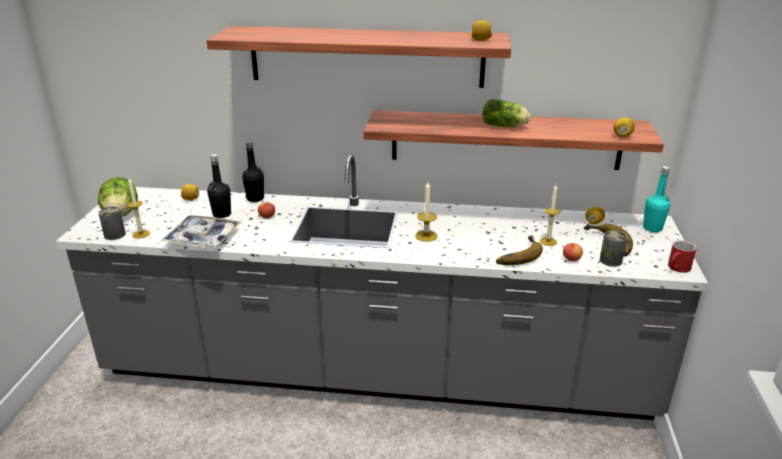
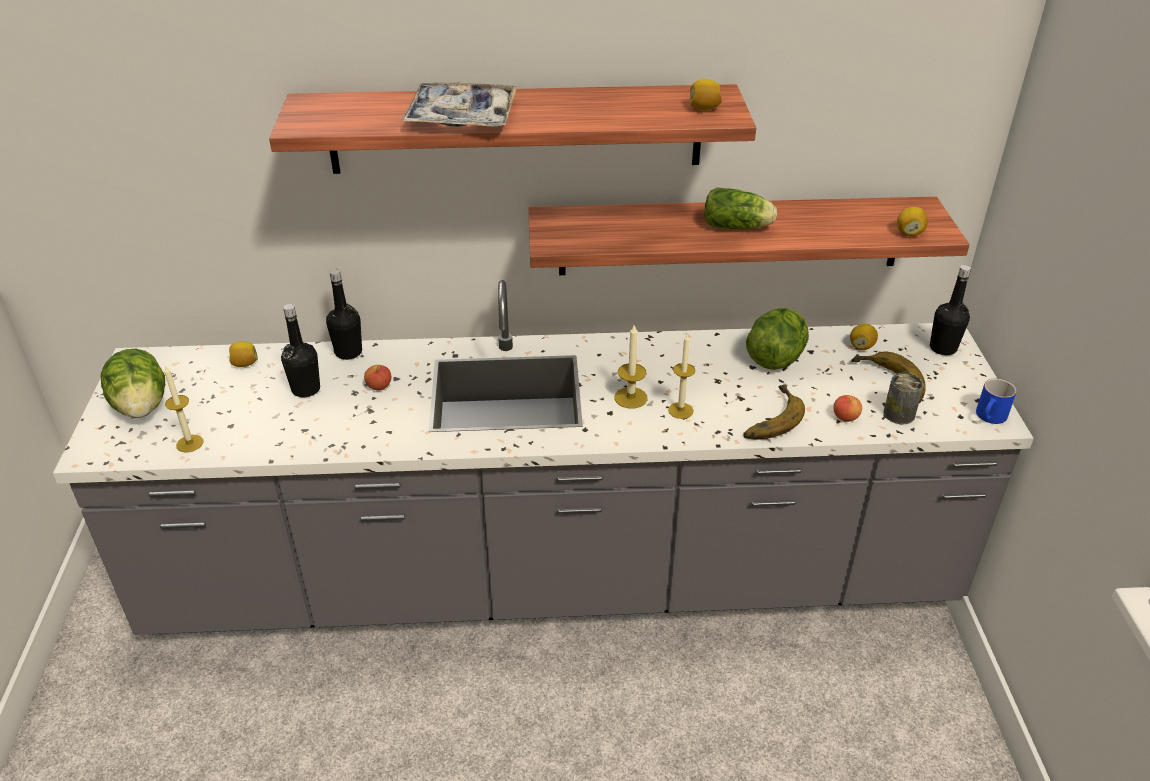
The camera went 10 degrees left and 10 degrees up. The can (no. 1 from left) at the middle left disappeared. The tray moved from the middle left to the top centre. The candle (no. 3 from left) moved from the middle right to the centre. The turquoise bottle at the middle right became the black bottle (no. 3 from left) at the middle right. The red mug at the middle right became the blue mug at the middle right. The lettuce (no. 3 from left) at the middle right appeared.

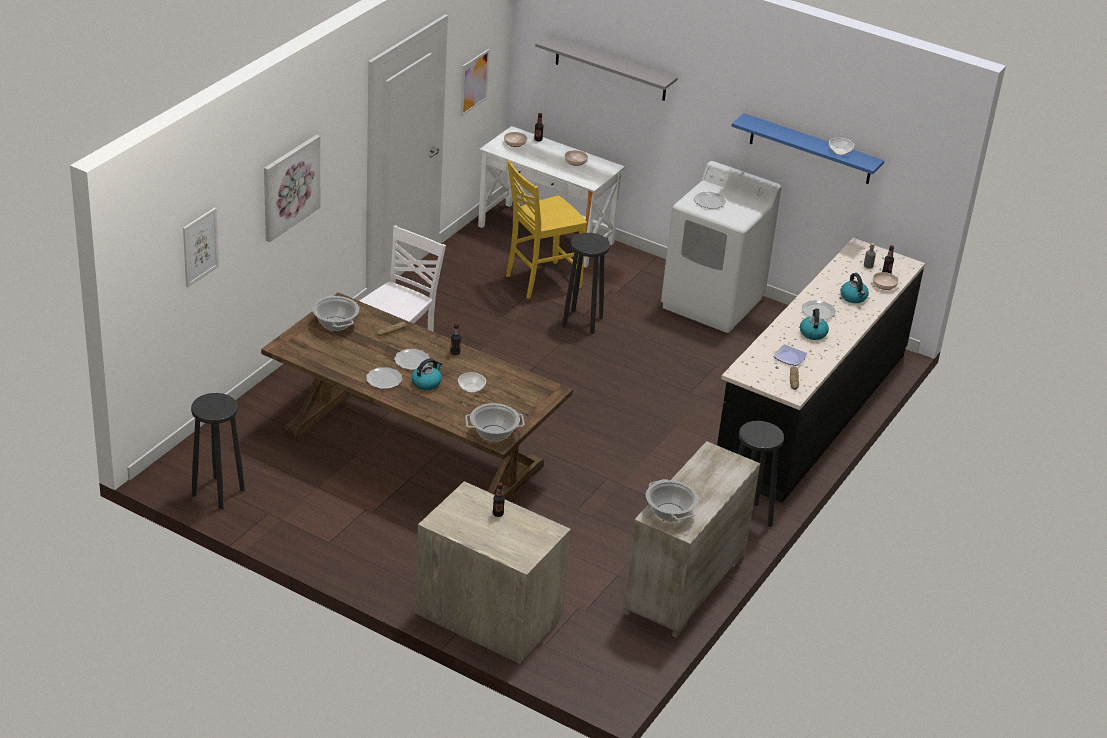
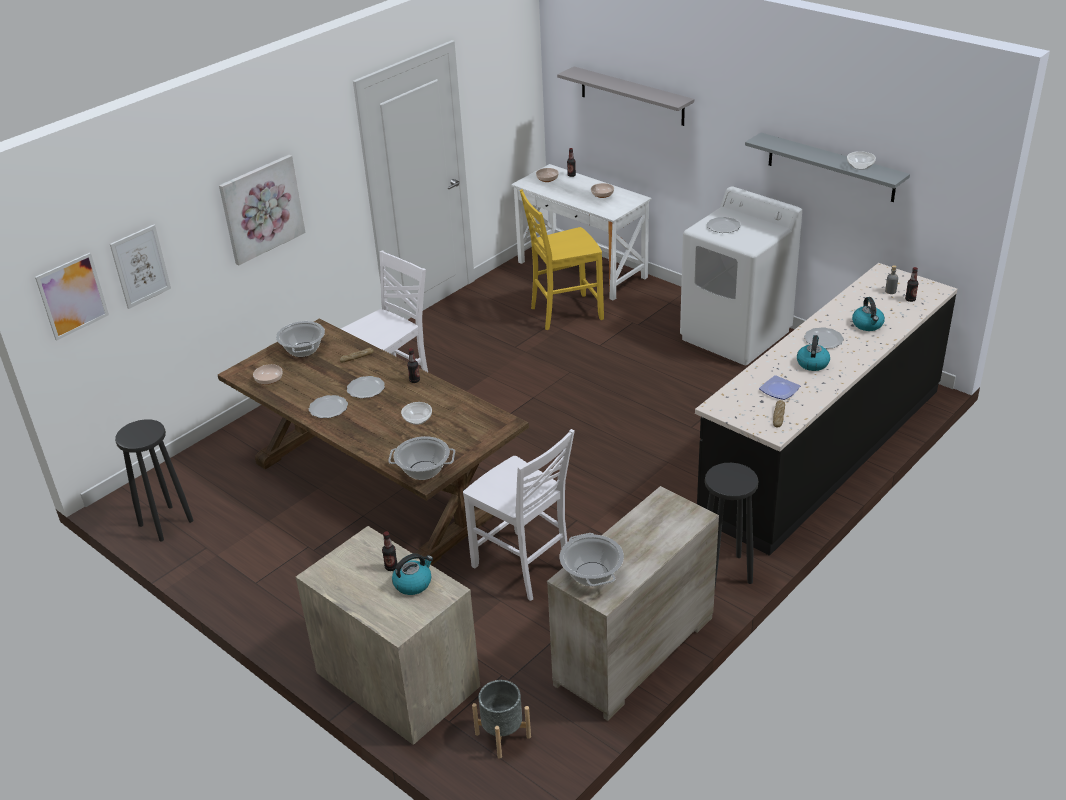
The camera went 15 degrees right and 0 degrees up. The kettle (no. 1 from left) moved from the centre to the bottom centre. The picture (no. 3 from left in the first image) moved from the top centre to the middle left. The black stool (no. 2 from left) at the centre disappeared. The blue shelf at the top right became the grey shelf (no. 2 from left) at the top right. The bowl (no. 5 from left in the first image) moved from the middle right to the middle left. The white chair (no. 2 from left) at the centre appeared. The grey planter at the bottom centre appeared.

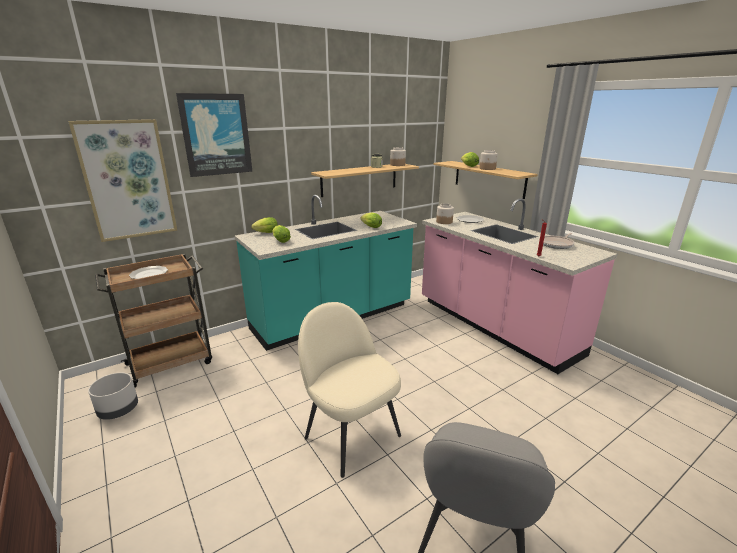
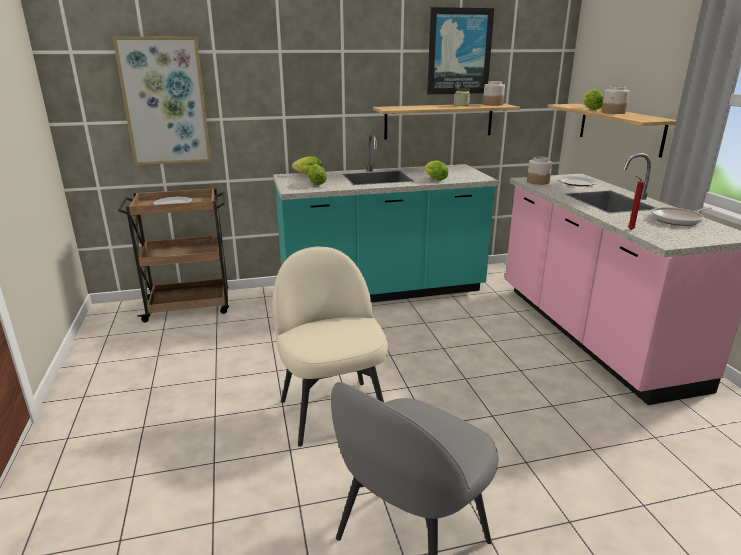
The camera went 20 degrees right and 0 degrees up. The grey planter at the bottom left disappeared. The picture (no. 2 from left) moved from the top left to the top centre.

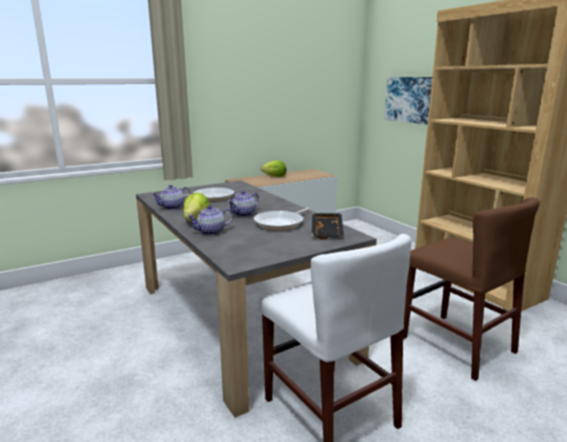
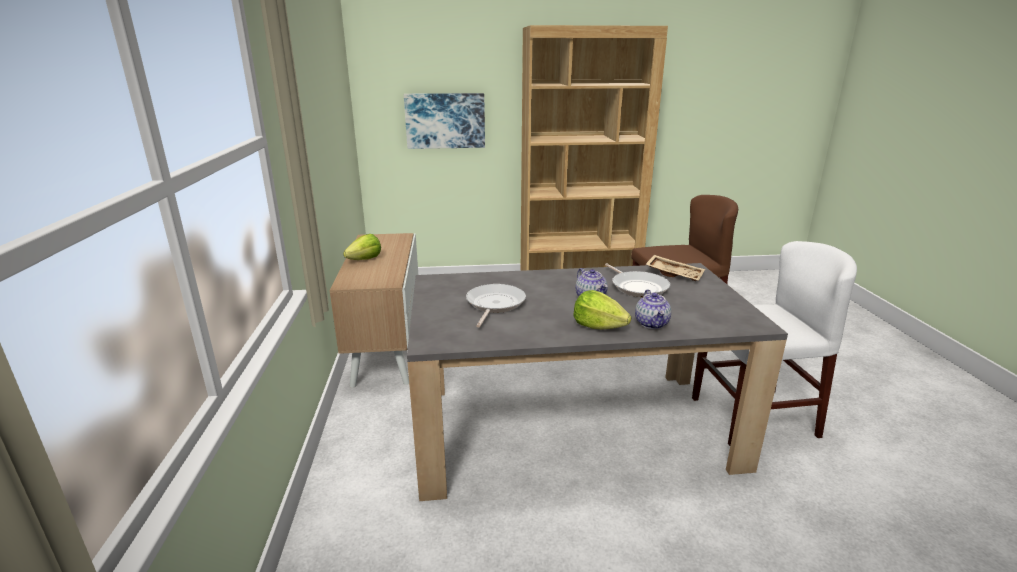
The camera went 65 degrees left and 5 degrees up. The teapot (no. 1 from left) at the middle left disappeared. The black tray at the centre became the beige tray at the centre.

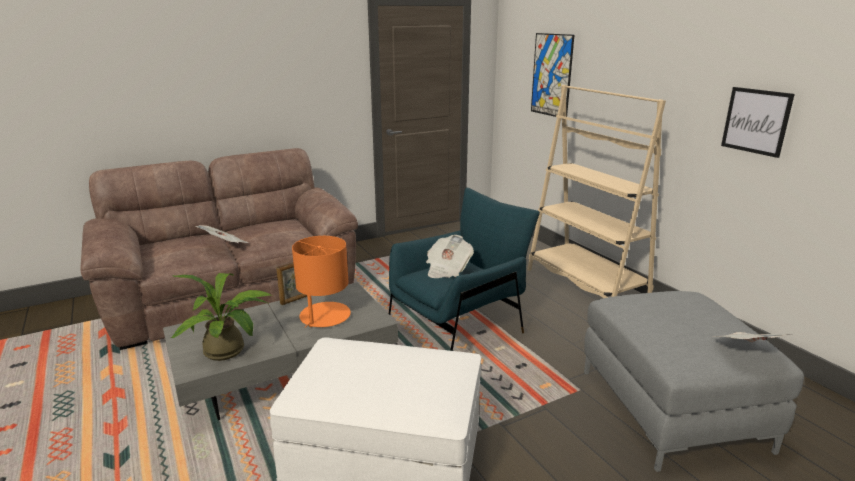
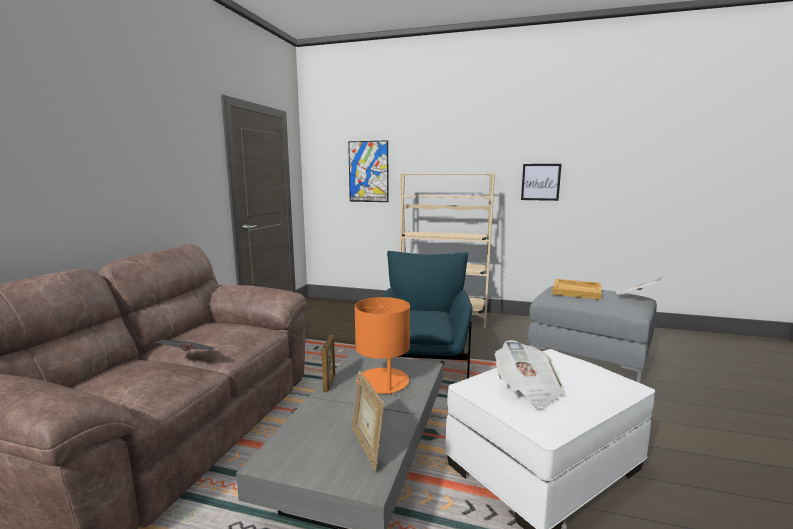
The camera went 45 degrees left and 10 degrees down. The potted plant at the middle left was replaced by the picture frame (no. 2 from left) at the bottom centre. The newspaper (no. 2 from left) moved from the centre to the bottom right. The beige tray at the middle right appeared.

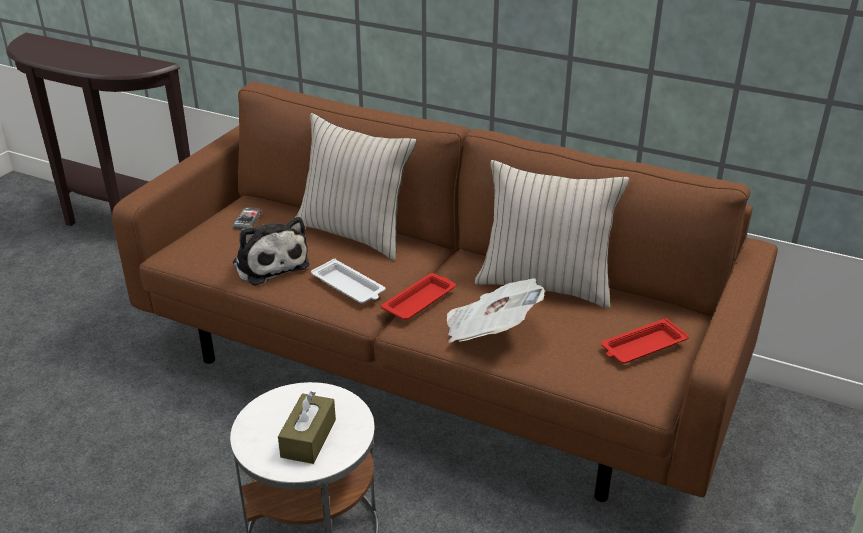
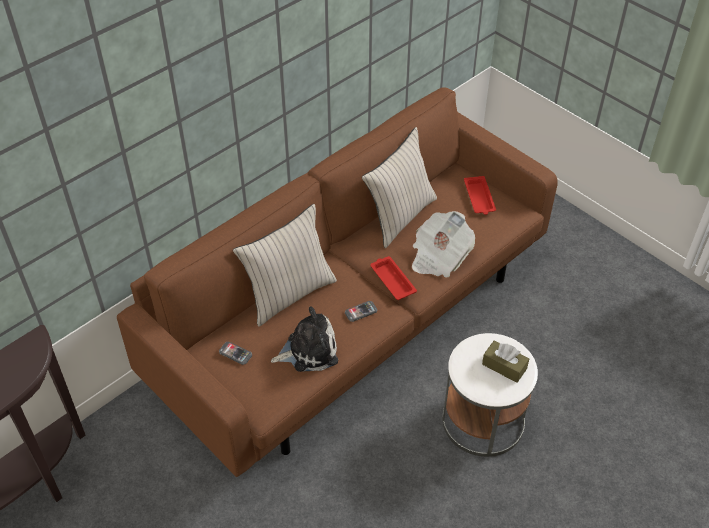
The camera went 70 degrees left and 15 degrees up. The white tray at the centre was replaced by the phone (no. 2 from left) at the centre.

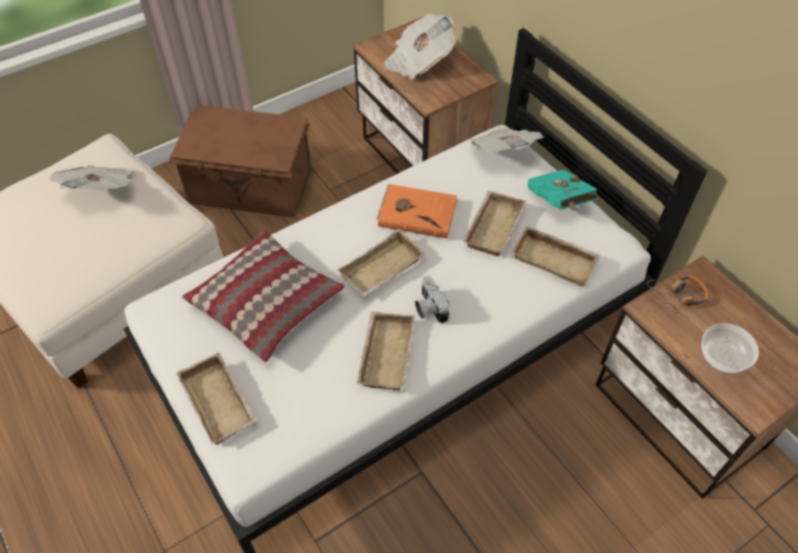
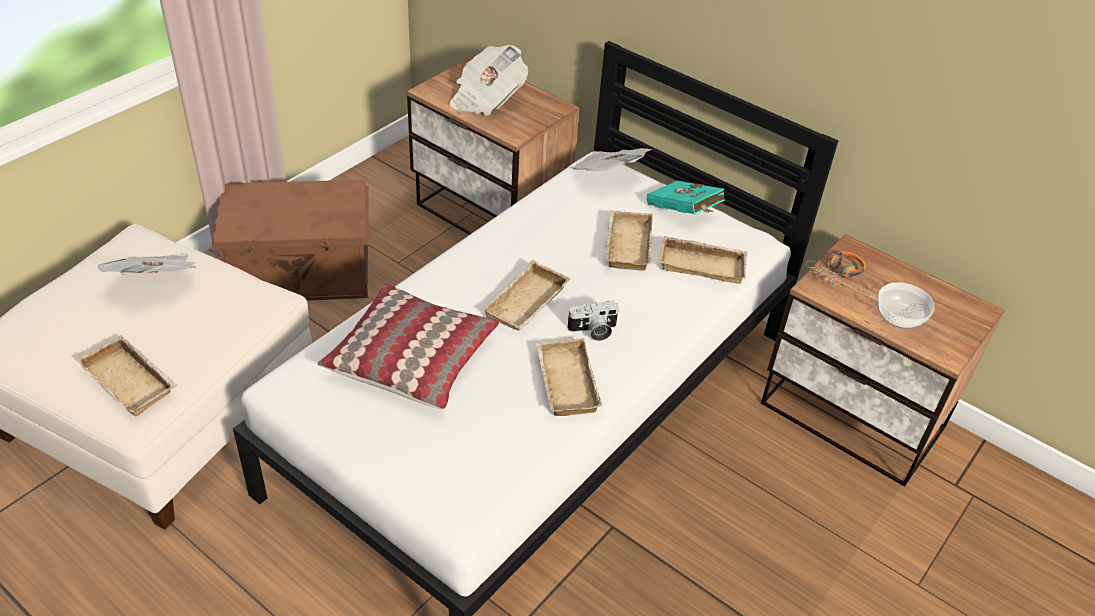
The camera went 20 degrees left and 10 degrees down. The beige tray (no. 1 from left) moved from the bottom left to the middle left. The orange book at the centre disappeared. The photo camera at the centre turned 60 degrees counterclockwise.

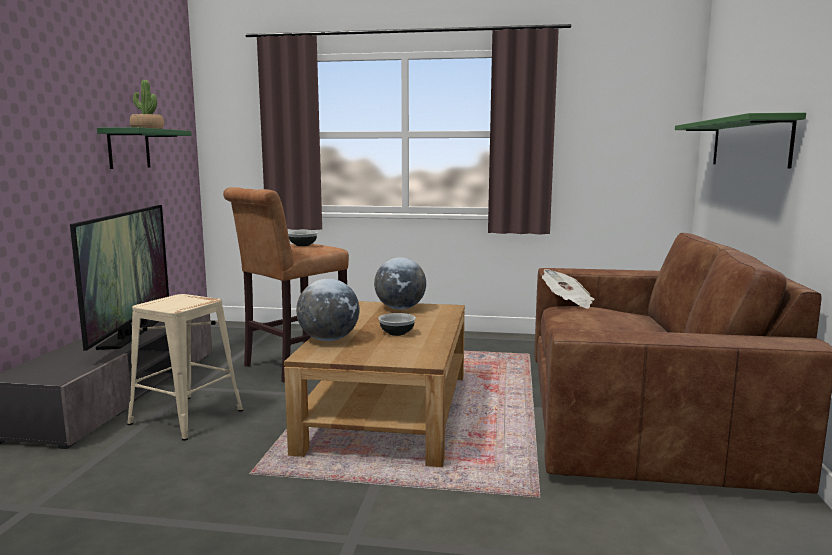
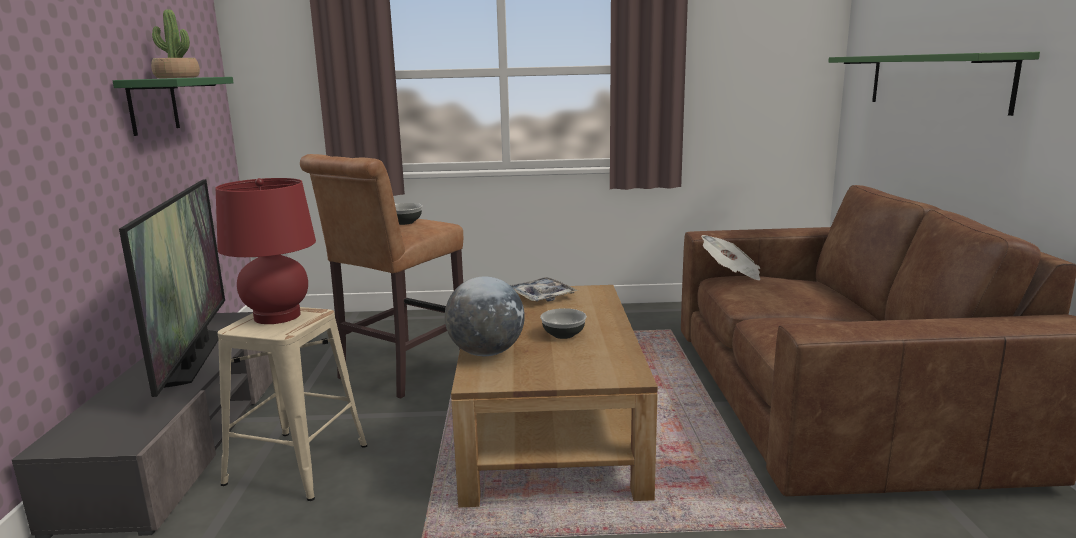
The camera went 10 degrees left and 5 degrees up. The globe (no. 2 from left) at the centre was replaced by the tray at the centre. The red table lamp at the middle left appeared.

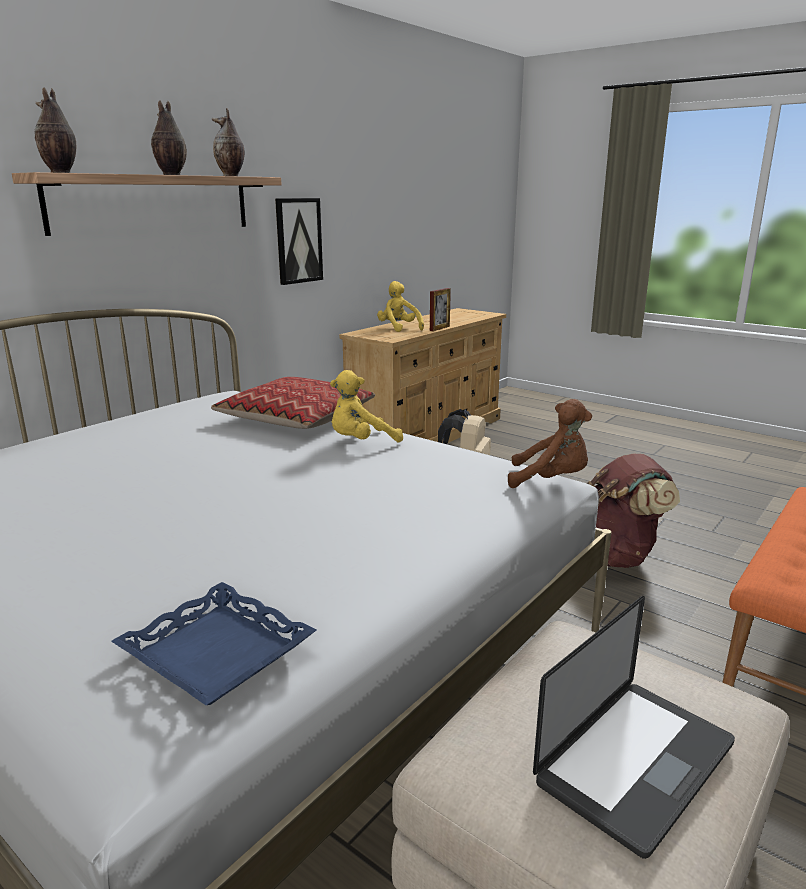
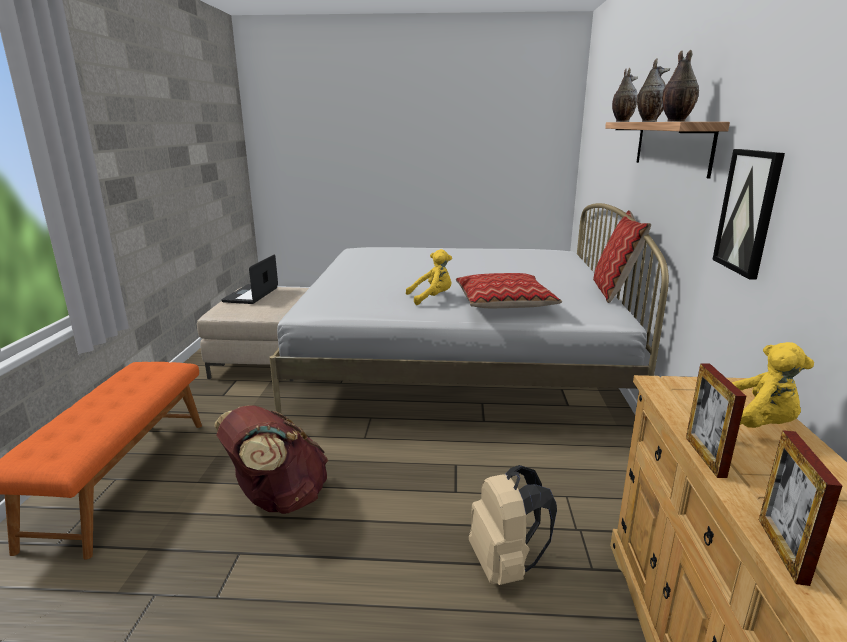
The camera went 145 degrees right and 0 degrees up. The blue tray at the bottom left disappeared. The yellow plush toy (no. 1 from left) at the centre turned 45 degrees clockwise. The brown plush toy at the middle right disappeared. The pillow (no. 2 from left) at the middle right appeared. The picture frame (no. 2 from left) at the bottom right appeared.

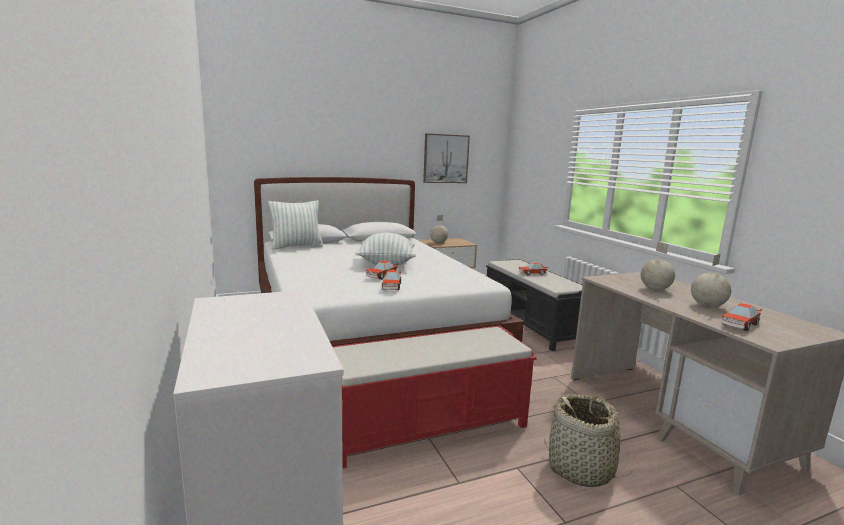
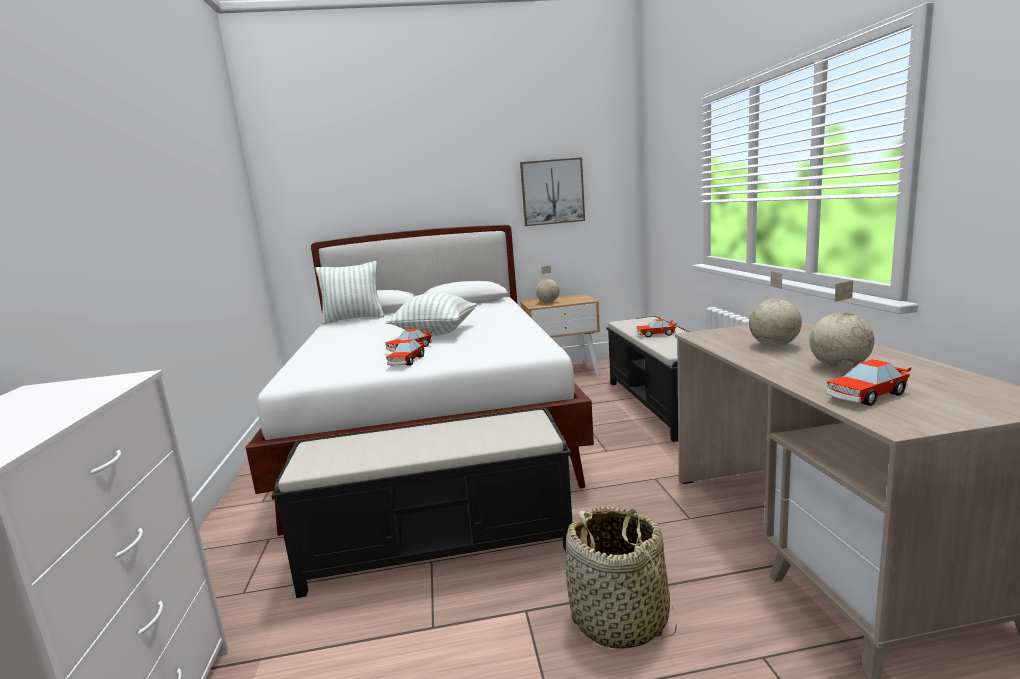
The camera went 15 degrees right and 0 degrees up. The red bench at the bottom centre became the black bench (no. 1 from left) at the bottom centre.

